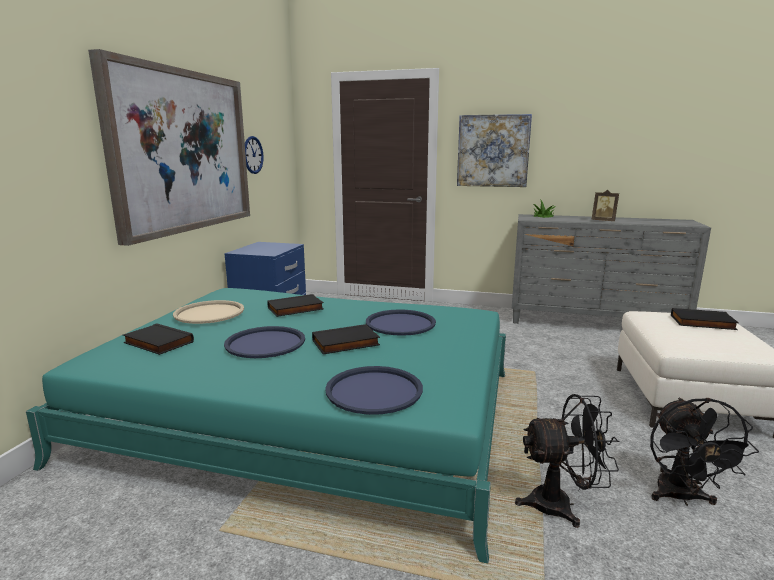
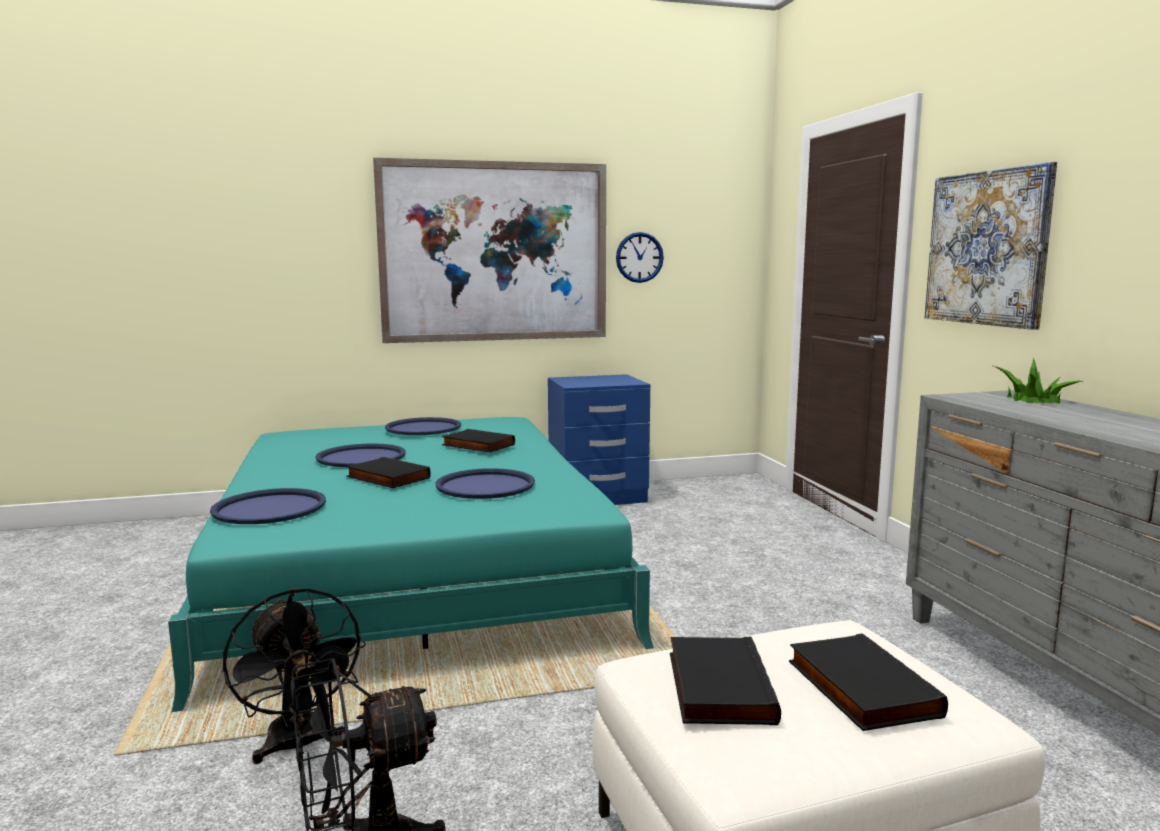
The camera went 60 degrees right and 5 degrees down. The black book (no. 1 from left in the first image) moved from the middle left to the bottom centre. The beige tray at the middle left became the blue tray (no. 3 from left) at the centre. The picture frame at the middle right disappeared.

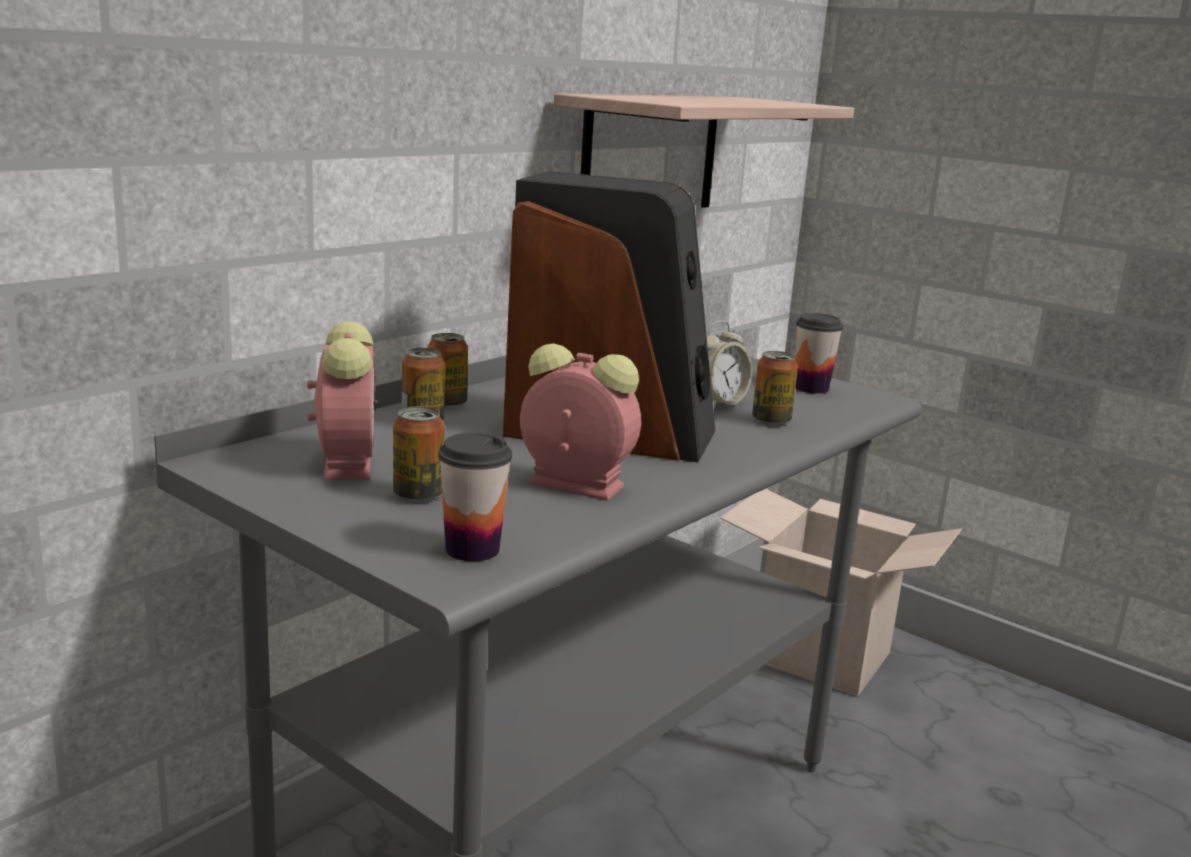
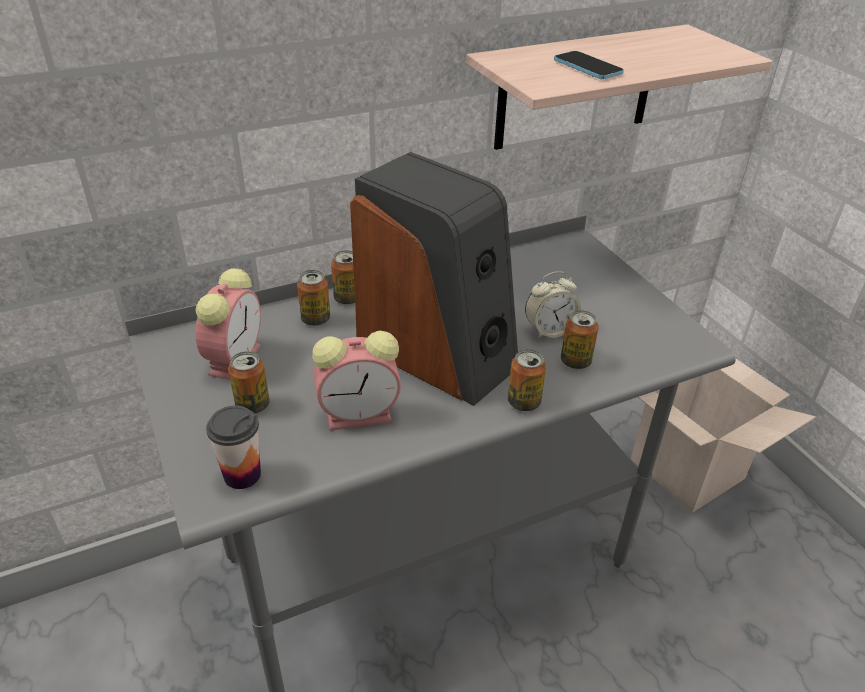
The camera went 25 degrees right and 20 degrees up. The alarm clock (no. 2 from left) at the centre turned 120 degrees clockwise. The cup (no. 2 from left) at the middle right disappeared. The can (no. 4 from left) at the centre appeared. The phone at the top right appeared.

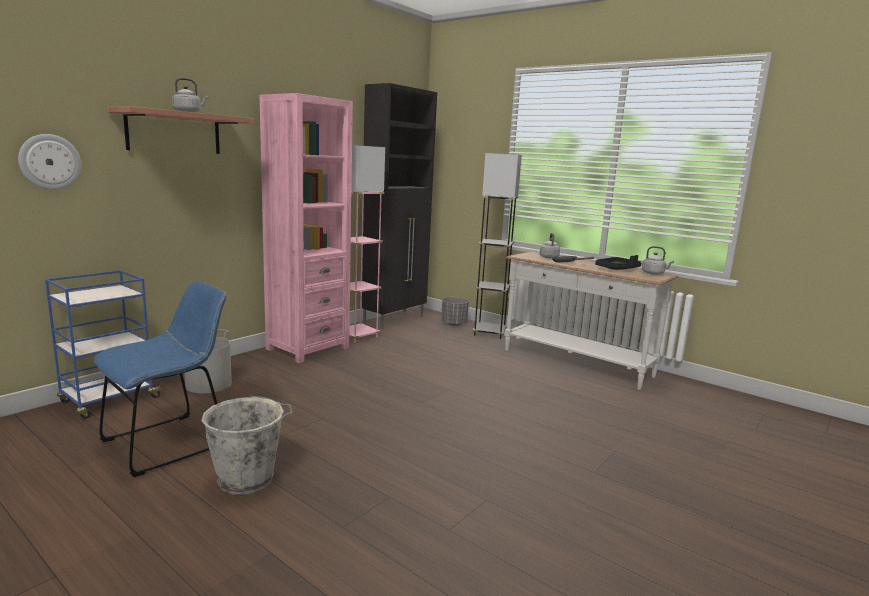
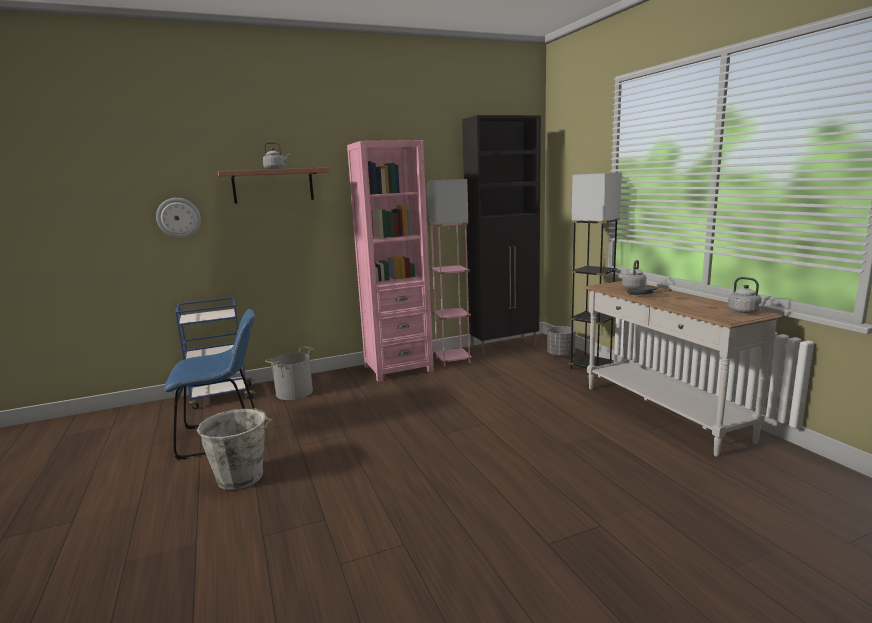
The camera went 30 degrees right and 0 degrees up. The black tray at the middle right disappeared.

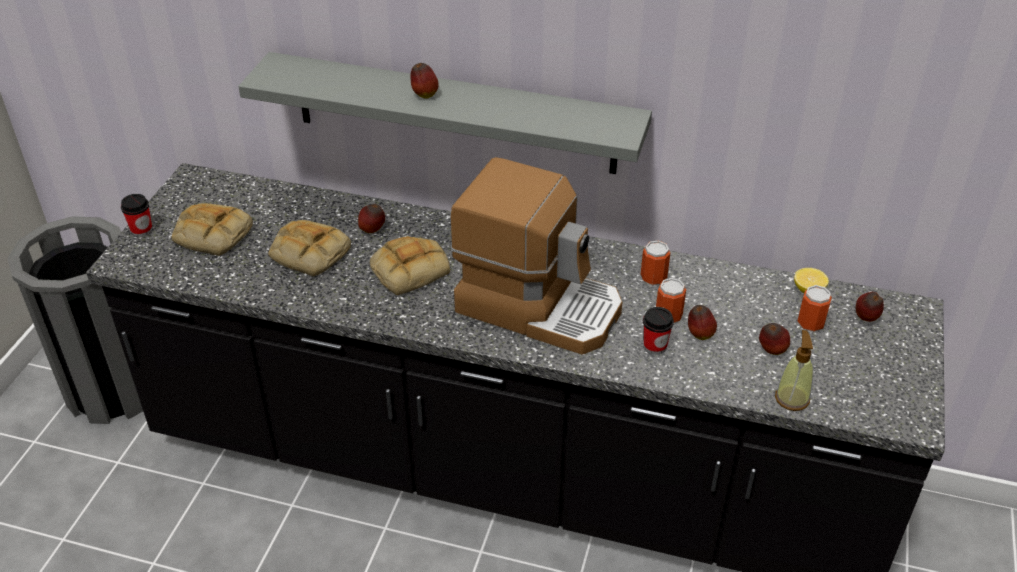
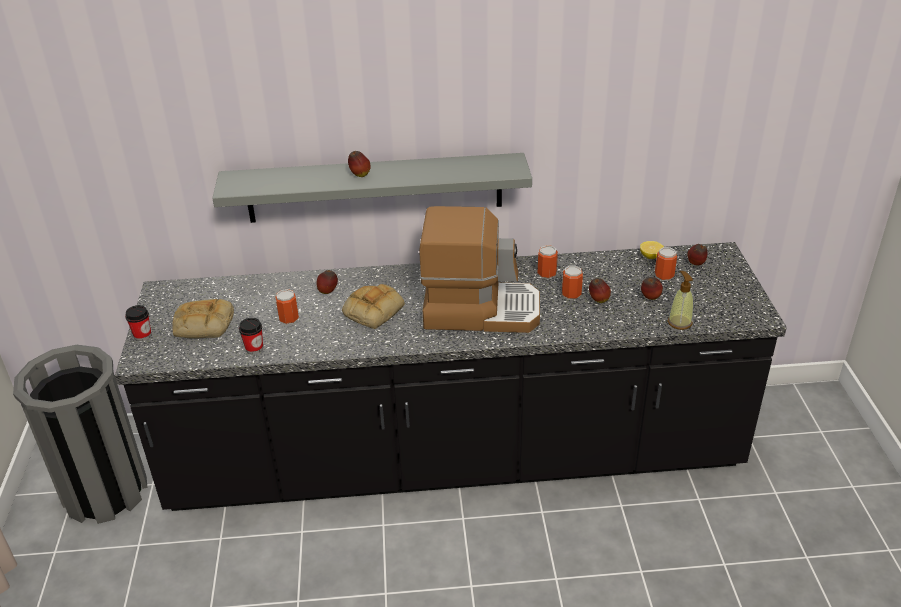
The camera went 20 degrees left and 5 degrees down. The bread (no. 2 from left) at the middle left was replaced by the can (no. 1 from left) at the middle left. The cup (no. 2 from left) moved from the centre to the middle left.

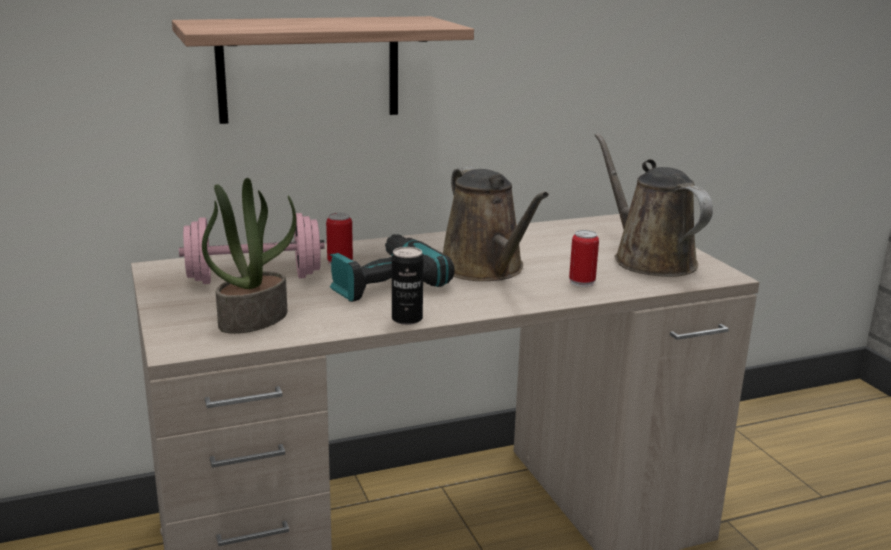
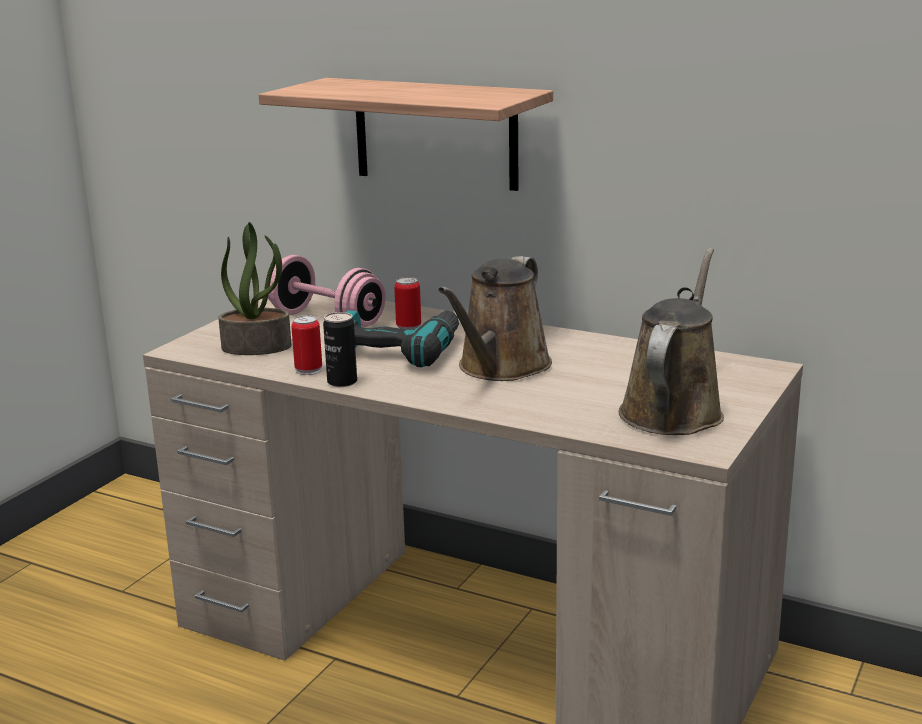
The camera went 50 degrees right and 0 degrees up. The can (no. 3 from left in the first image) moved from the centre to the middle left.

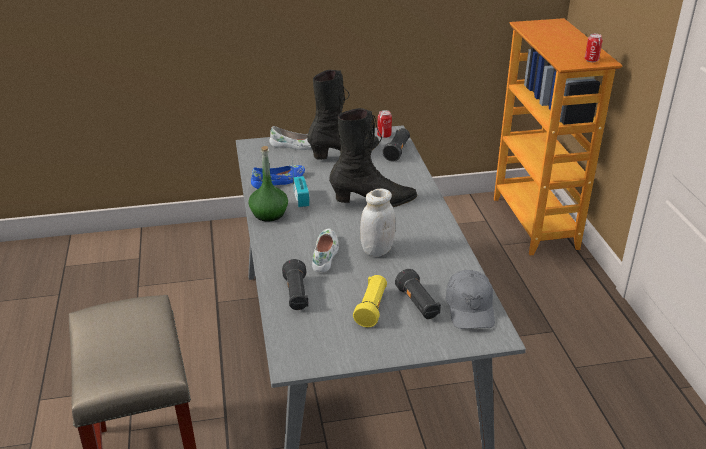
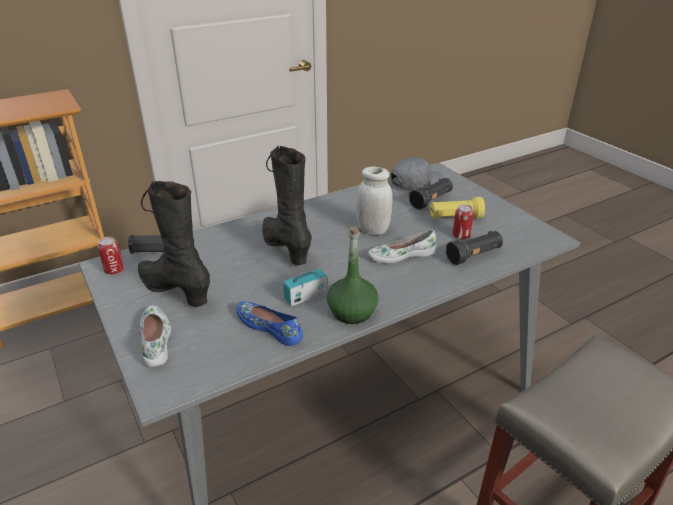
The camera went 110 degrees left and 0 degrees up. The can (no. 2 from left) moved from the top right to the middle right.

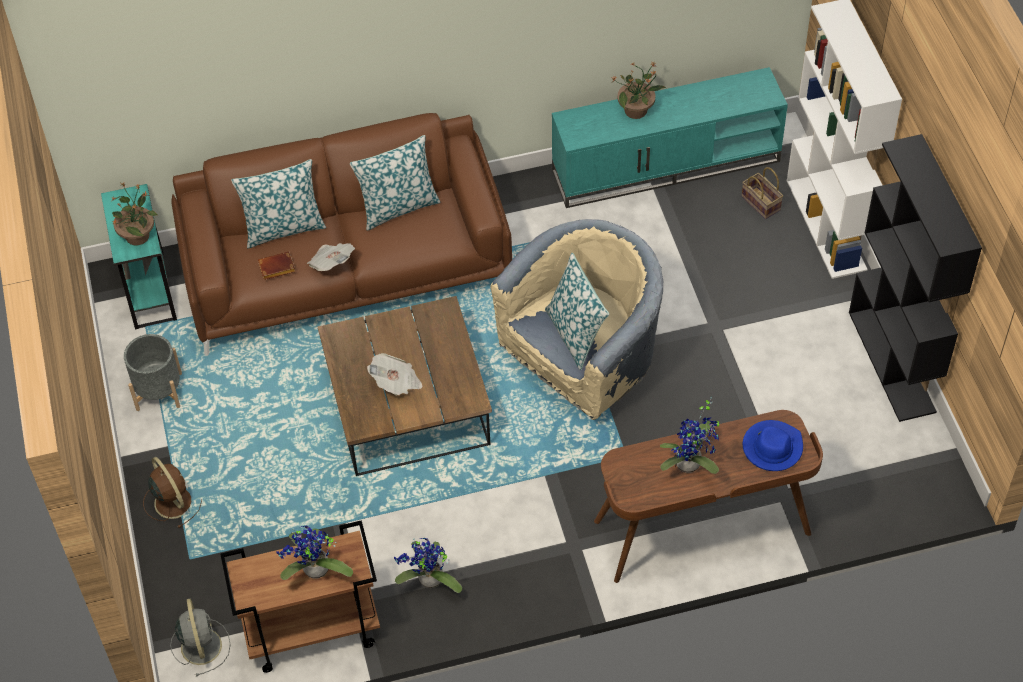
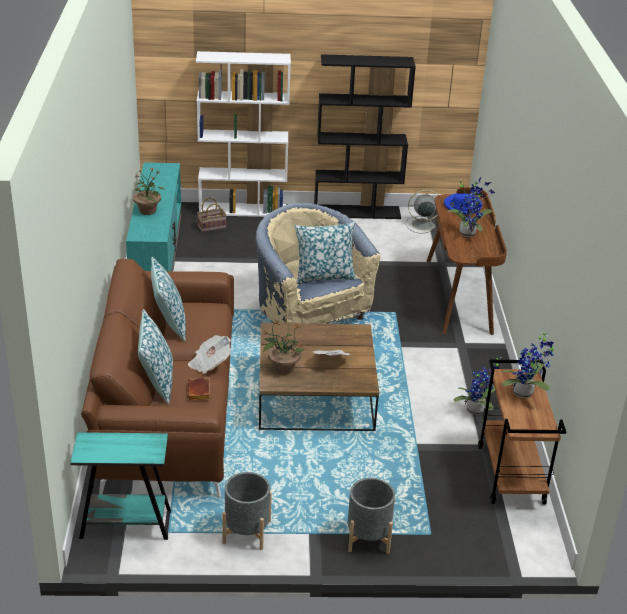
The camera went 80 degrees left and 20 degrees down. The potted plant (no. 1 from left in the first image) moved from the top left to the centre. The brown fan at the bottom left was replaced by the grey planter (no. 2 from left) at the bottom centre. The grey fan moved from the bottom left to the middle right.

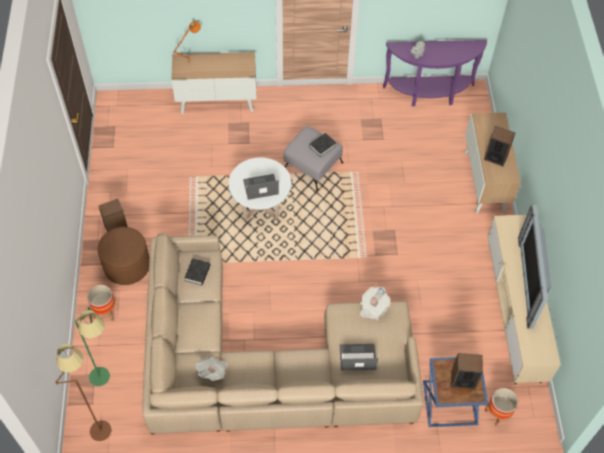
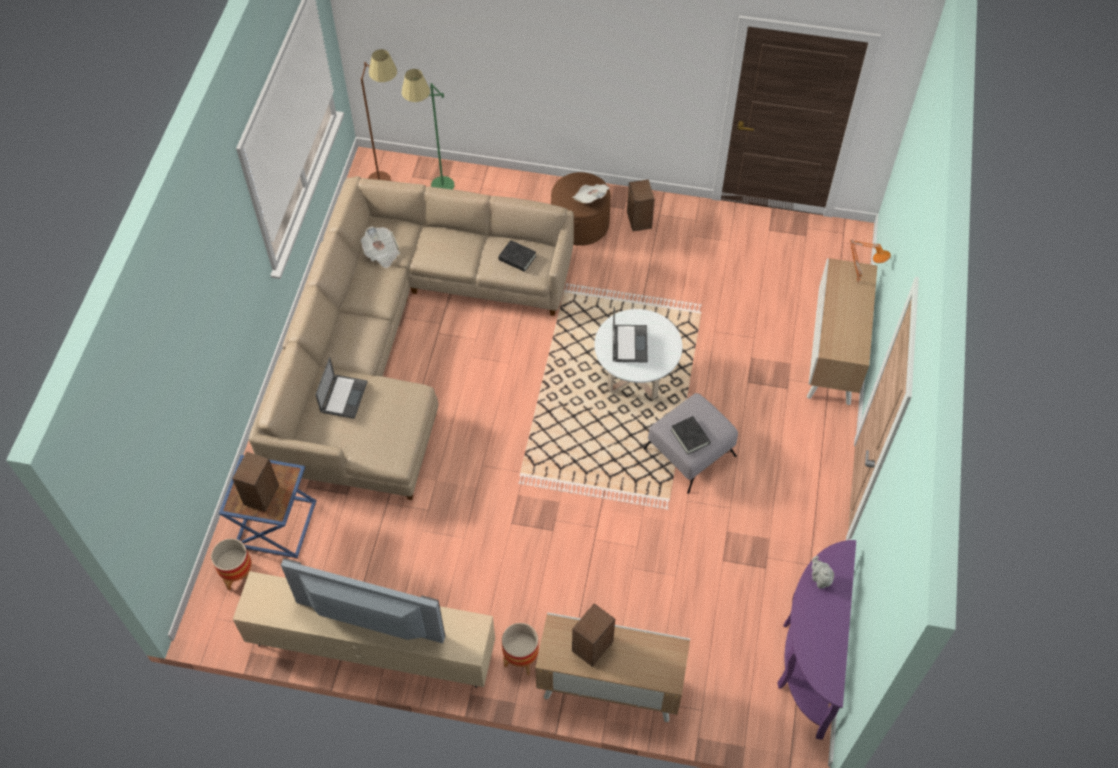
The camera went 105 degrees right and 0 degrees up. The planter (no. 1 from left in the first image) moved from the bottom left to the bottom centre. The newspaper (no. 2 from left) moved from the bottom centre to the top centre.

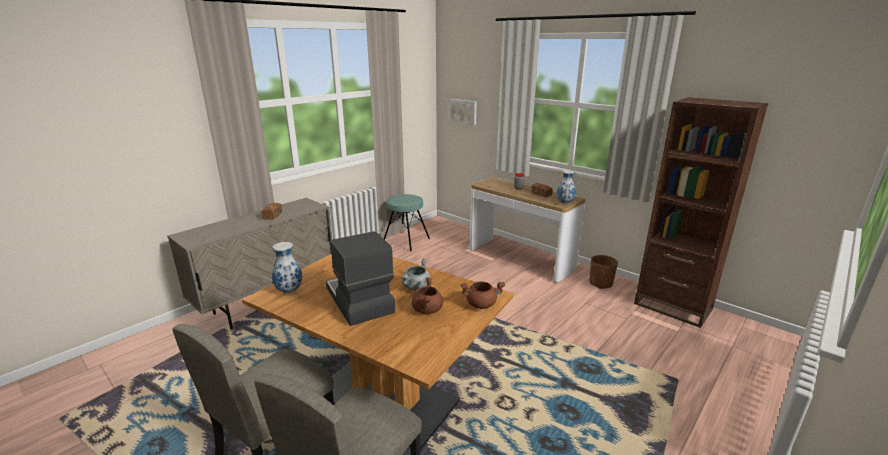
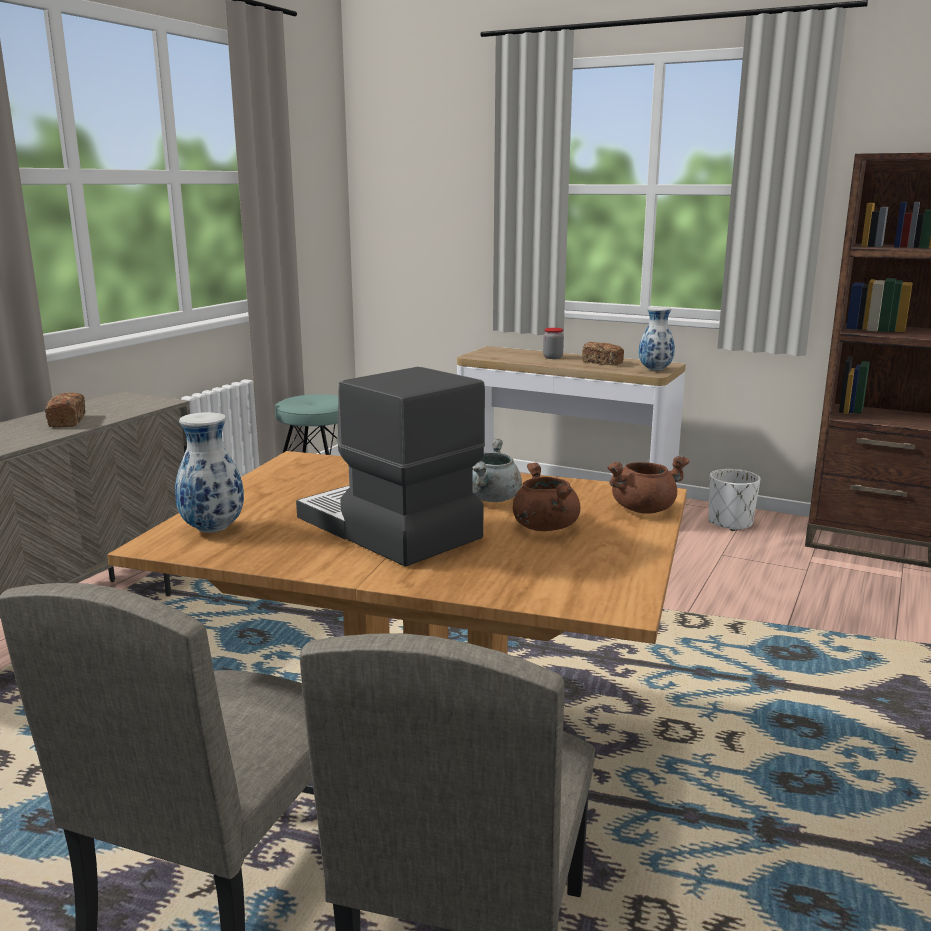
The camera went 15 degrees left and 5 degrees down. The picture at the top centre disappeared. The brown planter at the middle right became the white planter at the middle right.

